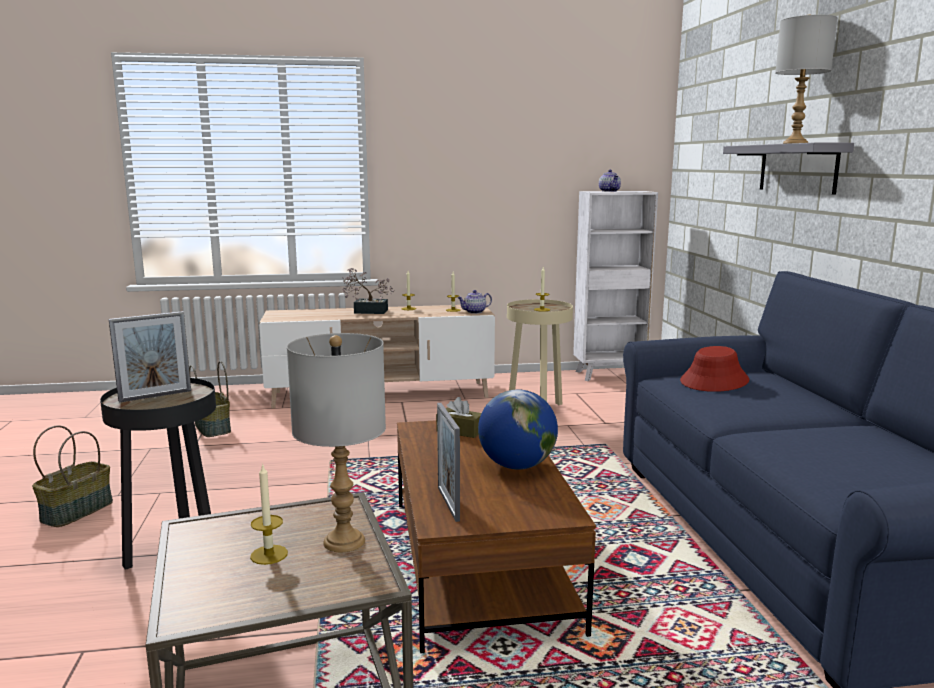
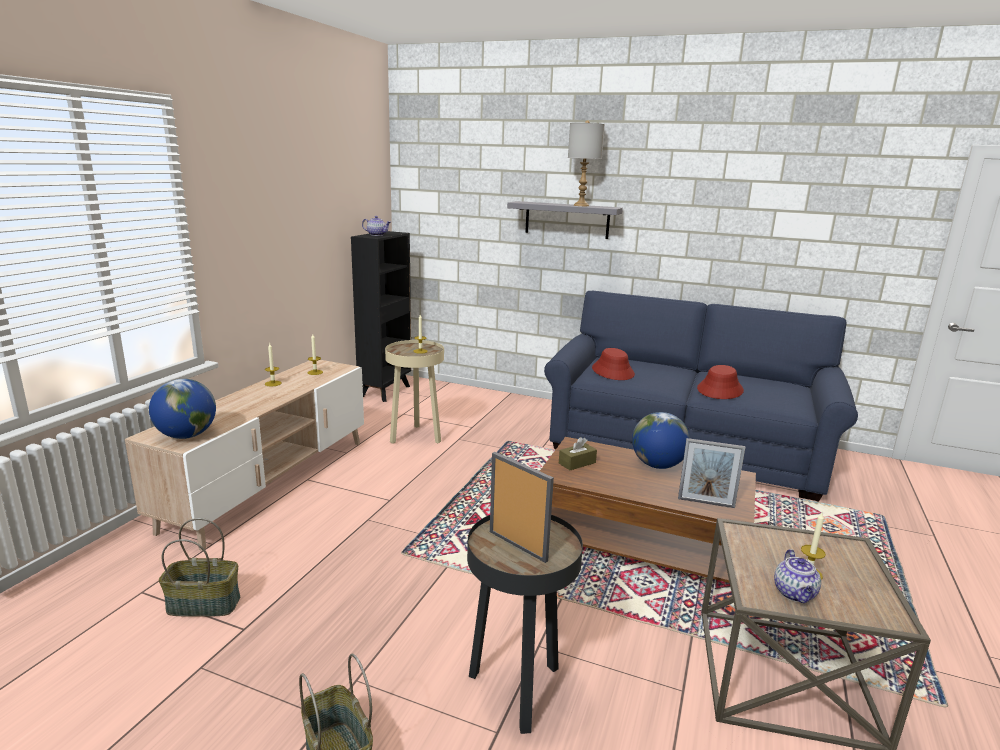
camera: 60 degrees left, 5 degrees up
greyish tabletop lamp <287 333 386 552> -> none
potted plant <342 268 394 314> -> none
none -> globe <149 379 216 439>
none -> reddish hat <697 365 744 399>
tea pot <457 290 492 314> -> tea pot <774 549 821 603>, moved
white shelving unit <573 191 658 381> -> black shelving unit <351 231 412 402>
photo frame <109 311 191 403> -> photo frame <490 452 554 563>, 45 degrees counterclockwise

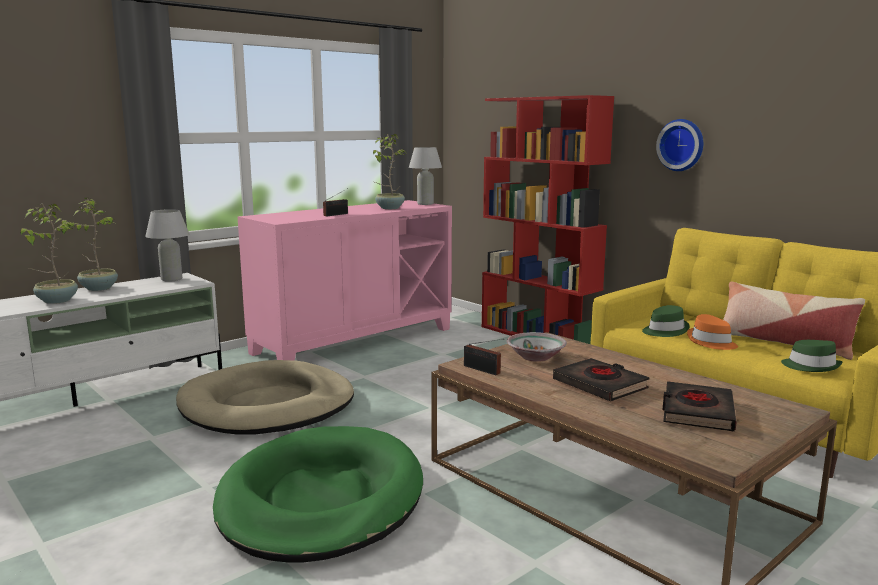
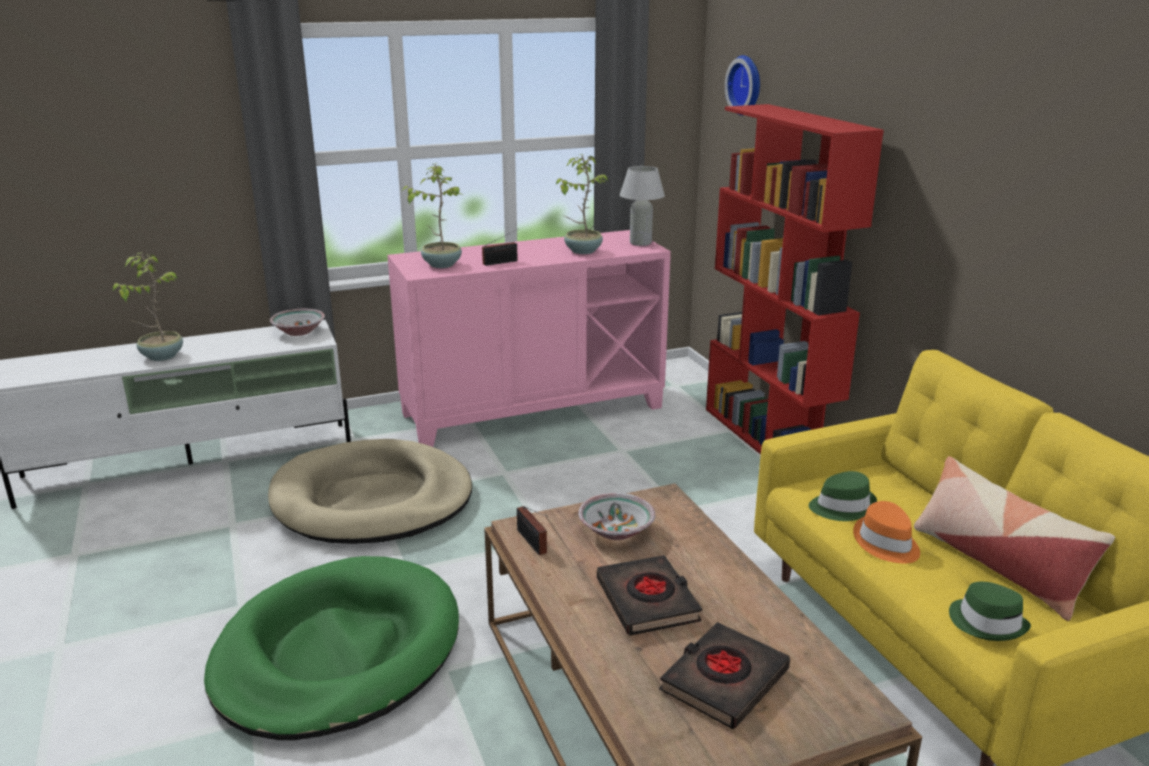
camera: 20 degrees right, 10 degrees up
potted plant <55 198 118 291> -> potted plant <402 163 464 268>, moved
clock on the wall <656 119 703 171> -> clock on the wall <725 55 760 115>, moved
white tabletop lamp <145 209 190 282> -> deep dish <270 309 325 336>

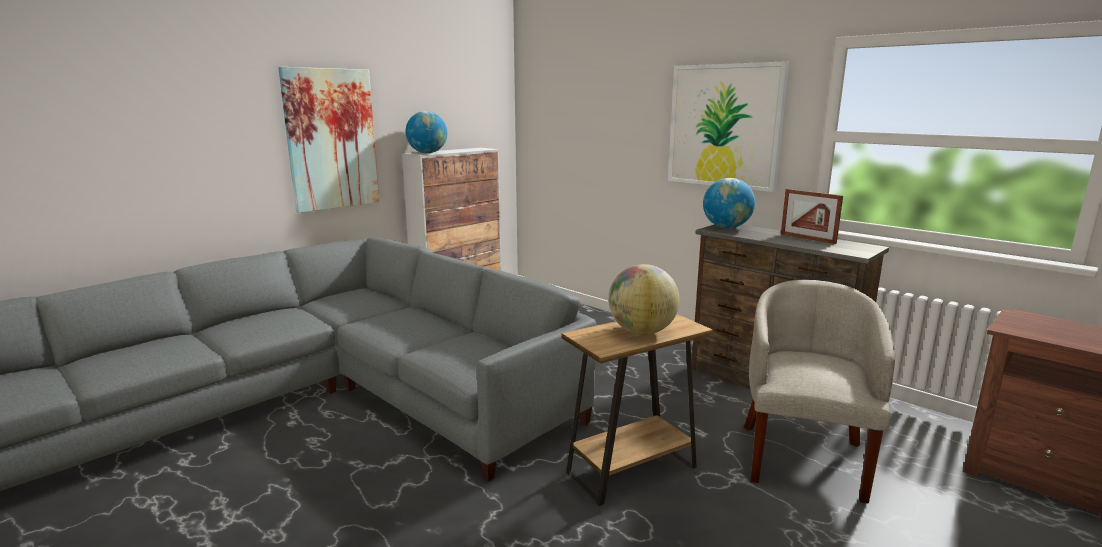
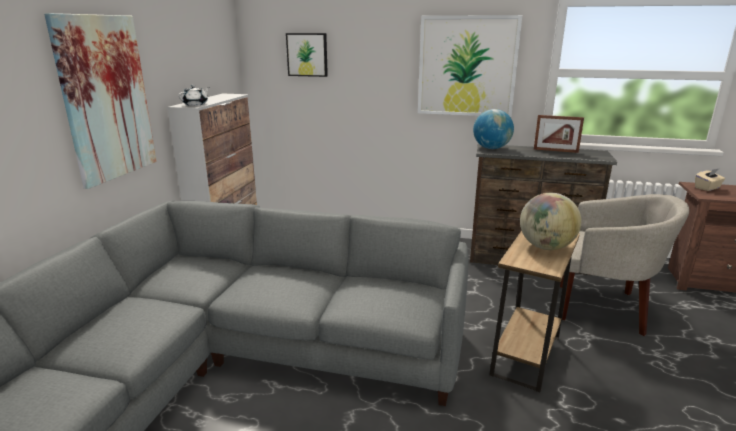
camera: 30 degrees left, 5 degrees up
none -> picture <286 33 328 77>
none -> beige-coloured tissue holder <695 169 725 191>
globe <406 111 447 153> -> white tea pot <178 85 210 106>
beige-coloured easy chair <744 280 895 504> -> beige-coloured easy chair <560 194 689 336>, 120 degrees clockwise

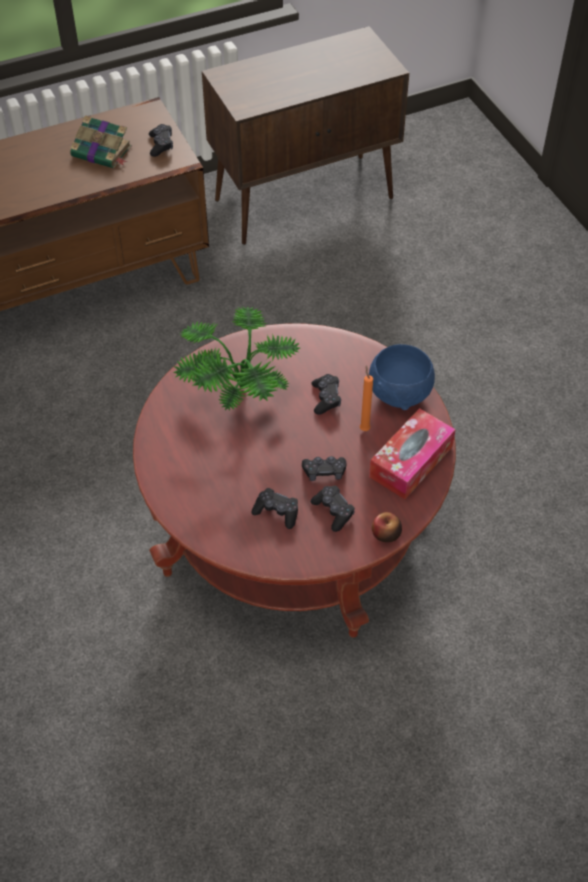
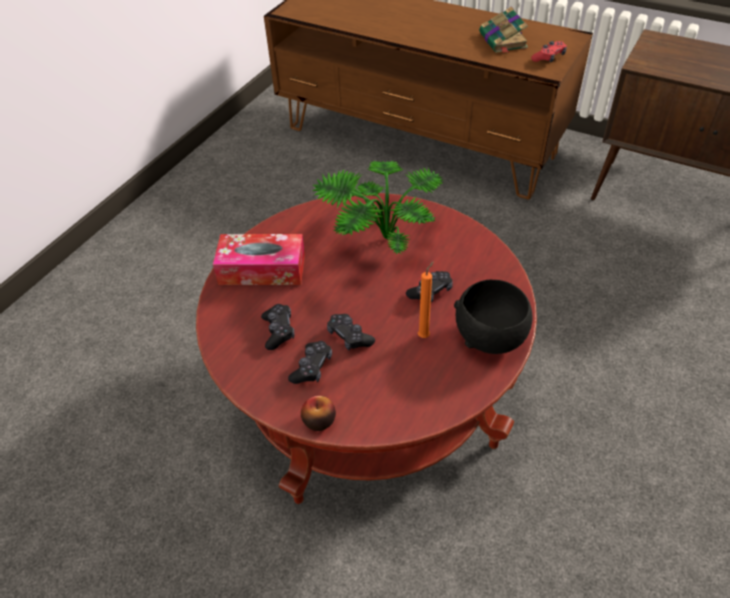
camera: 55 degrees right, 5 degrees down
tissue holder <369 408 456 499> -> tissue holder <213 234 305 285>, moved
black gamepad <149 124 173 157> -> reddish gamepad <531 41 567 62>
blue-coloured deep dish <369 344 435 410> -> black deep dish <454 280 533 354>

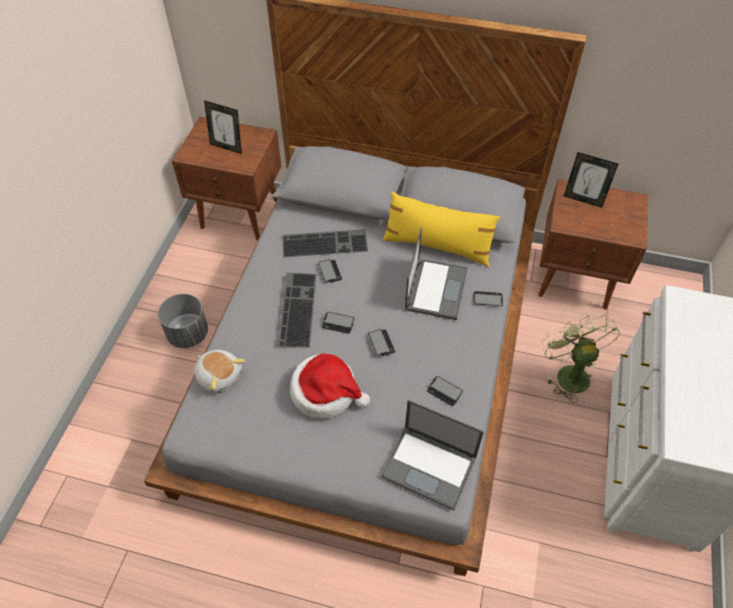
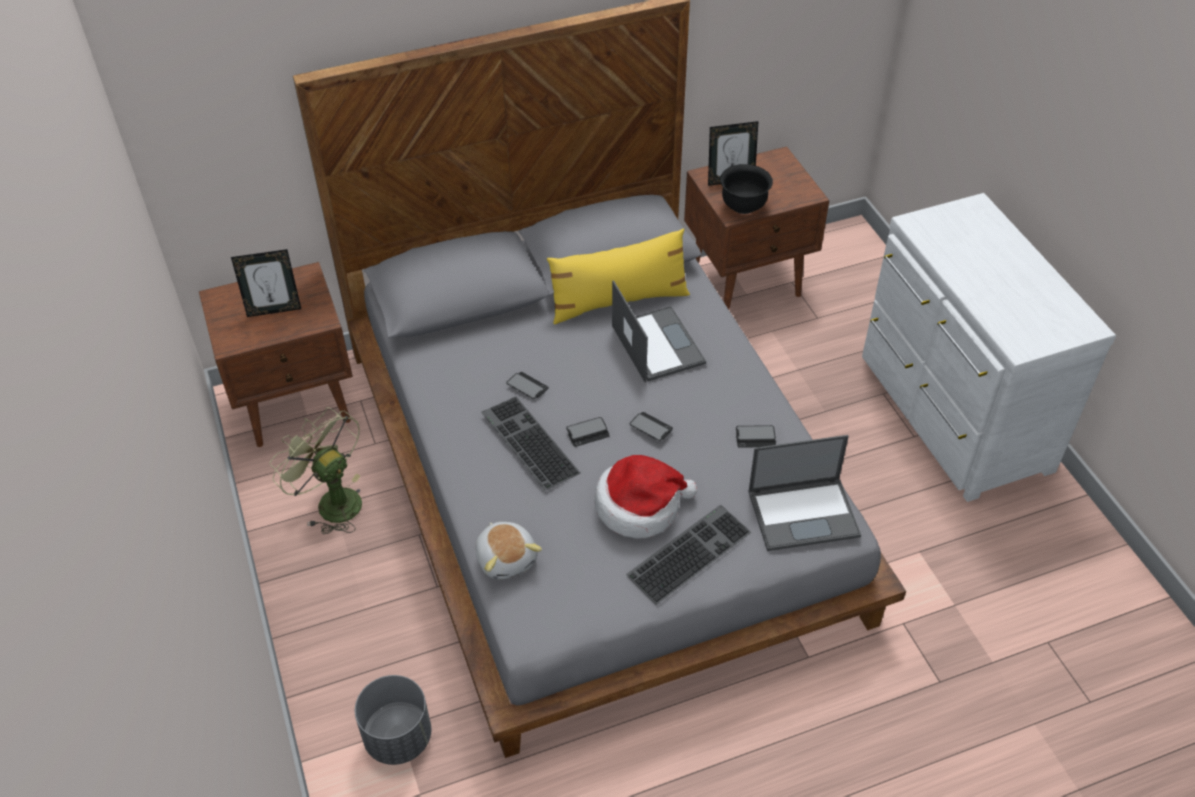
camera: 35 degrees left, 5 degrees down
telephone <474 291 503 306> -> none
none -> black deep dish <720 164 773 214>
greyish plant pot <158 294 208 348> -> greyish plant pot <355 675 431 765>, moved
keyboard <282 229 368 257> -> keyboard <626 504 751 605>, moved
greenish electric fan <542 315 620 403> -> greenish electric fan <269 407 362 534>, moved
soft toy <194 350 245 393> -> soft toy <476 522 542 580>, 60 degrees clockwise

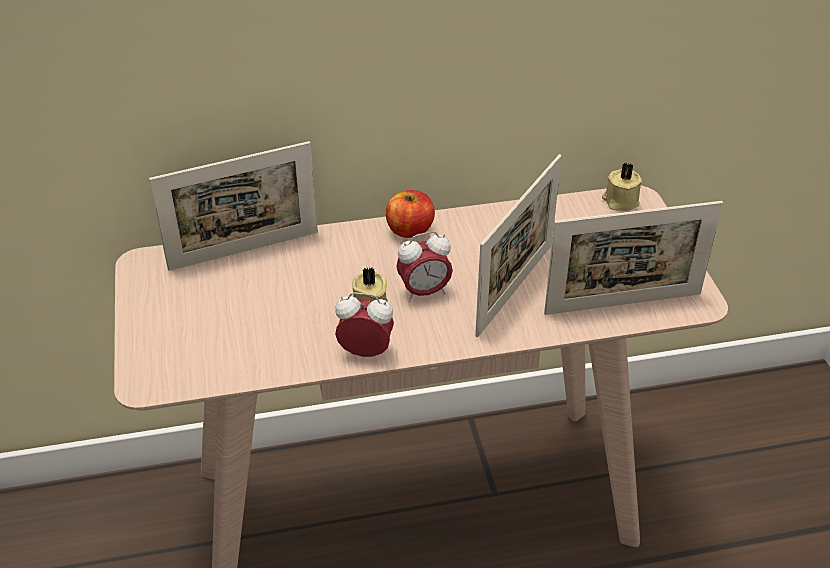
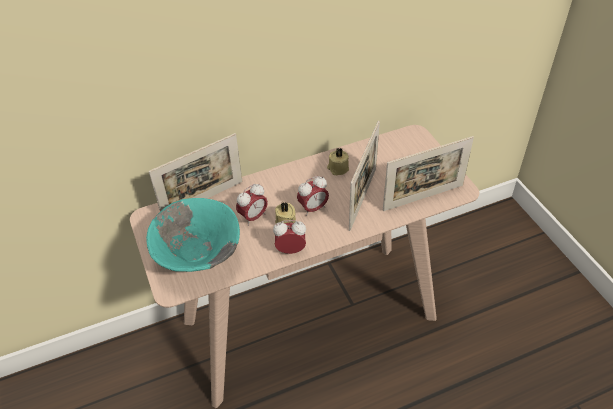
camera: 10 degrees left, 5 degrees up
apple <386 190 435 238> -> none
none -> turquoise deep dish <146 198 240 272>
none -> bedside clock <236 184 268 226>
beige-coloured wax light <602 162 642 211> -> beige-coloured wax light <327 148 349 175>, moved

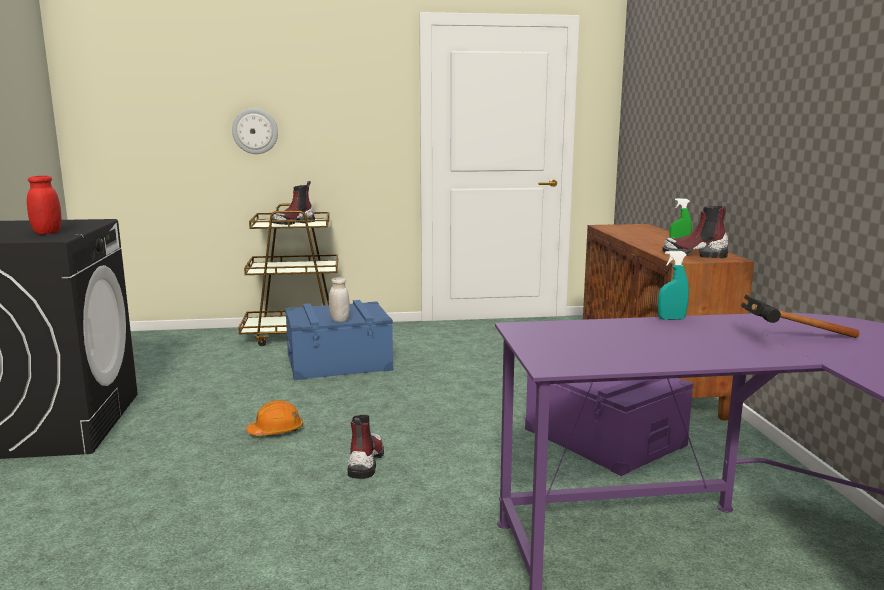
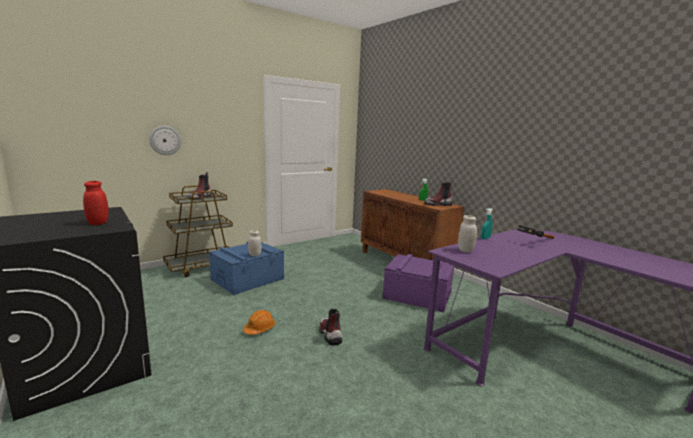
camera: 30 degrees left, 0 degrees up
none -> white preserve jar <458 215 477 252>

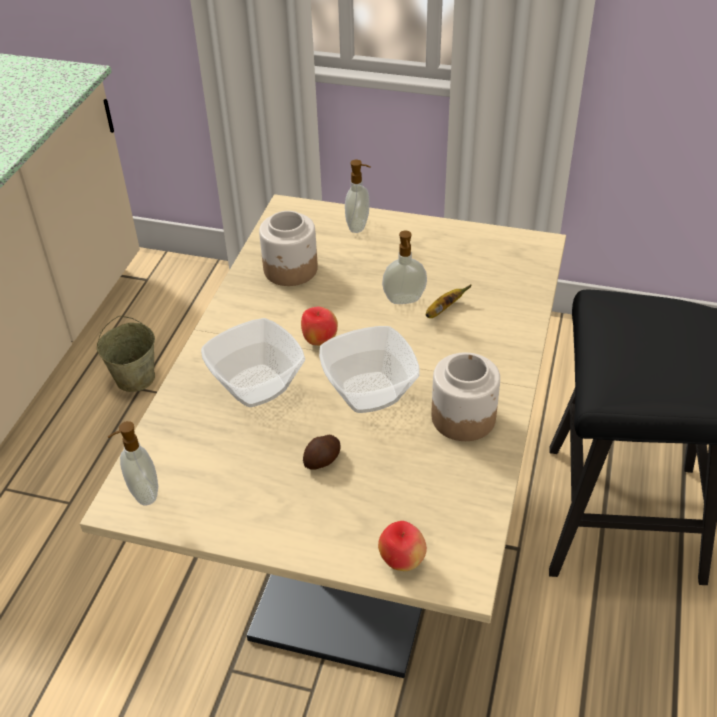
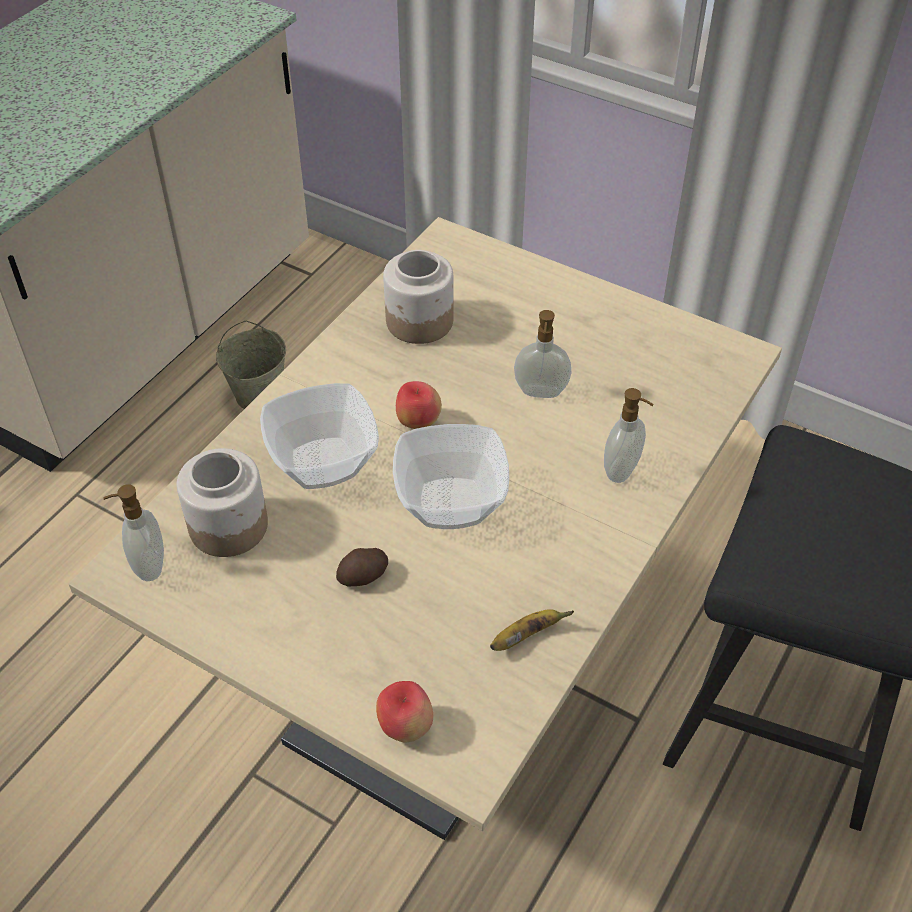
camera: 15 degrees right, 5 degrees up
soap dispenser <345 160 371 233> -> soap dispenser <604 388 653 483>, moved
whole banana <426 285 471 318> -> whole banana <490 609 574 651>, moved
preserve jar <431 353 500 441> -> preserve jar <177 448 268 557>, moved

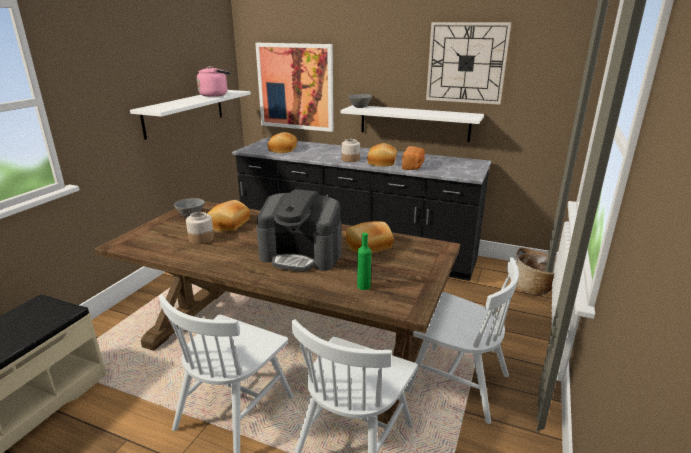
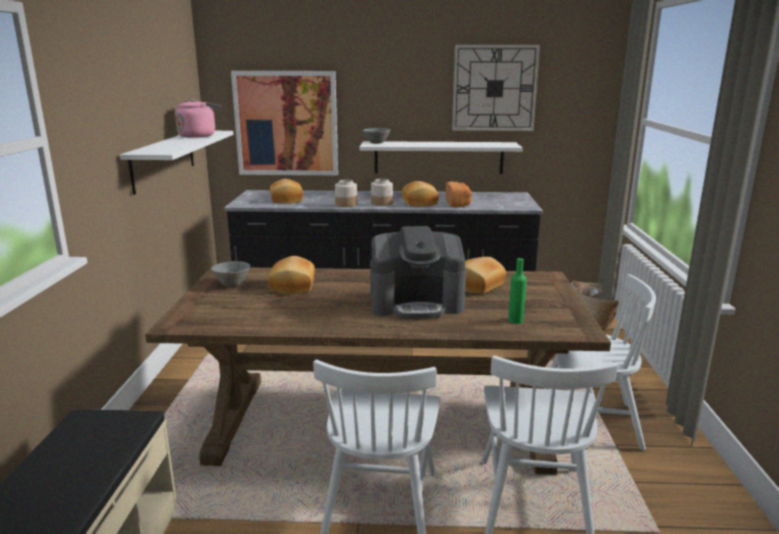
camera: 20 degrees left, 5 degrees down
preserve jar <186 212 214 244> -> preserve jar <335 180 357 207>, moved

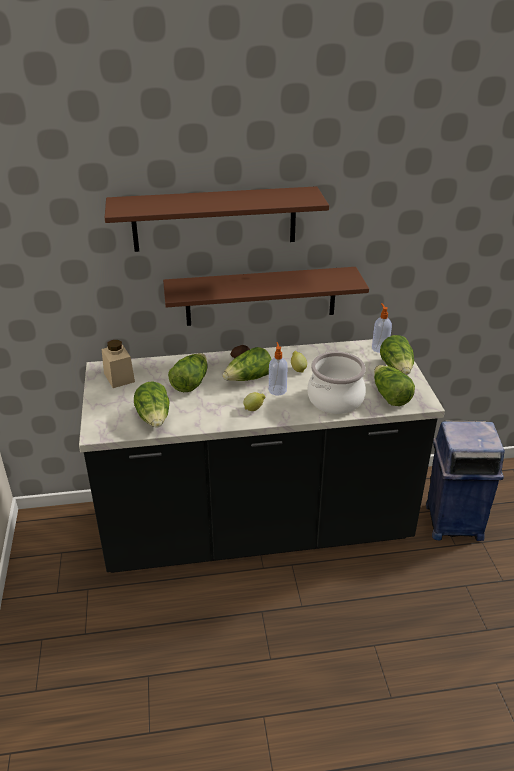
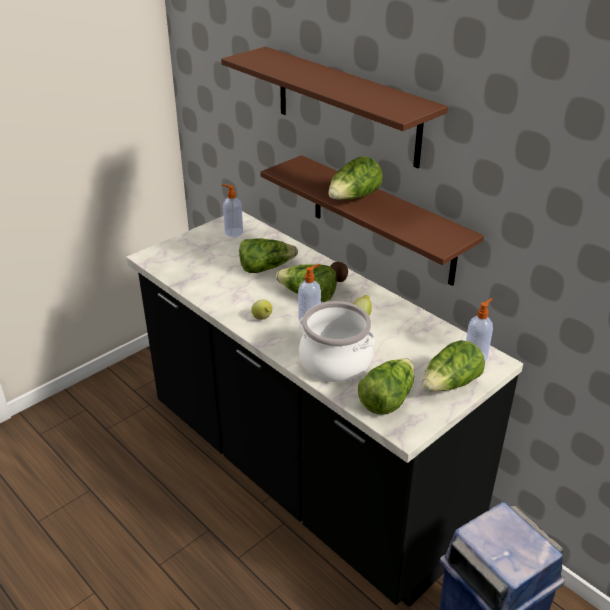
camera: 55 degrees right, 0 degrees up
lettuce <134 381 170 428> -> lettuce <328 156 383 200>, moved
beige-coloured preserve jar <101 340 135 388> -> soap dispenser <221 184 243 237>

